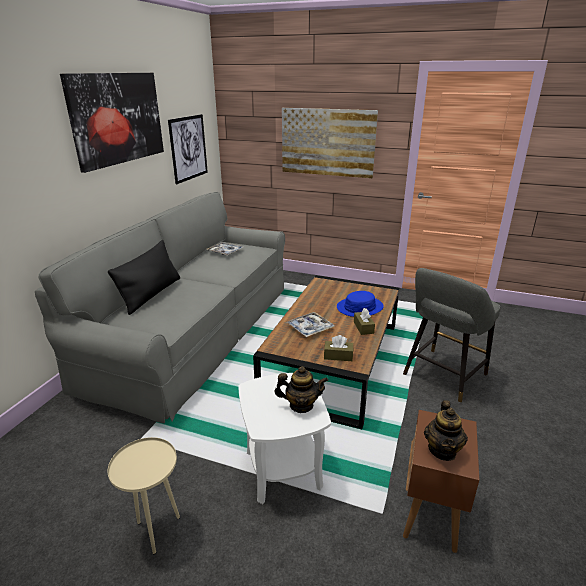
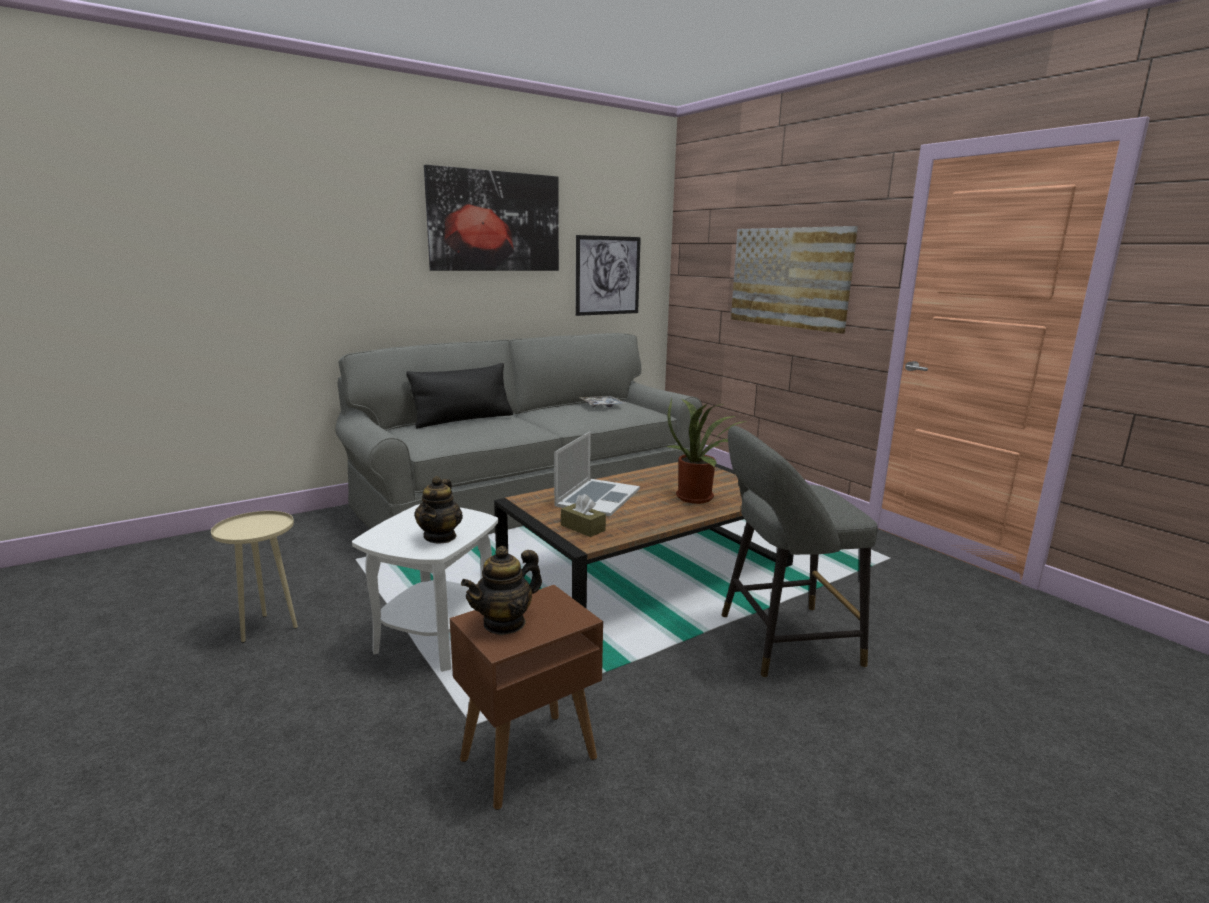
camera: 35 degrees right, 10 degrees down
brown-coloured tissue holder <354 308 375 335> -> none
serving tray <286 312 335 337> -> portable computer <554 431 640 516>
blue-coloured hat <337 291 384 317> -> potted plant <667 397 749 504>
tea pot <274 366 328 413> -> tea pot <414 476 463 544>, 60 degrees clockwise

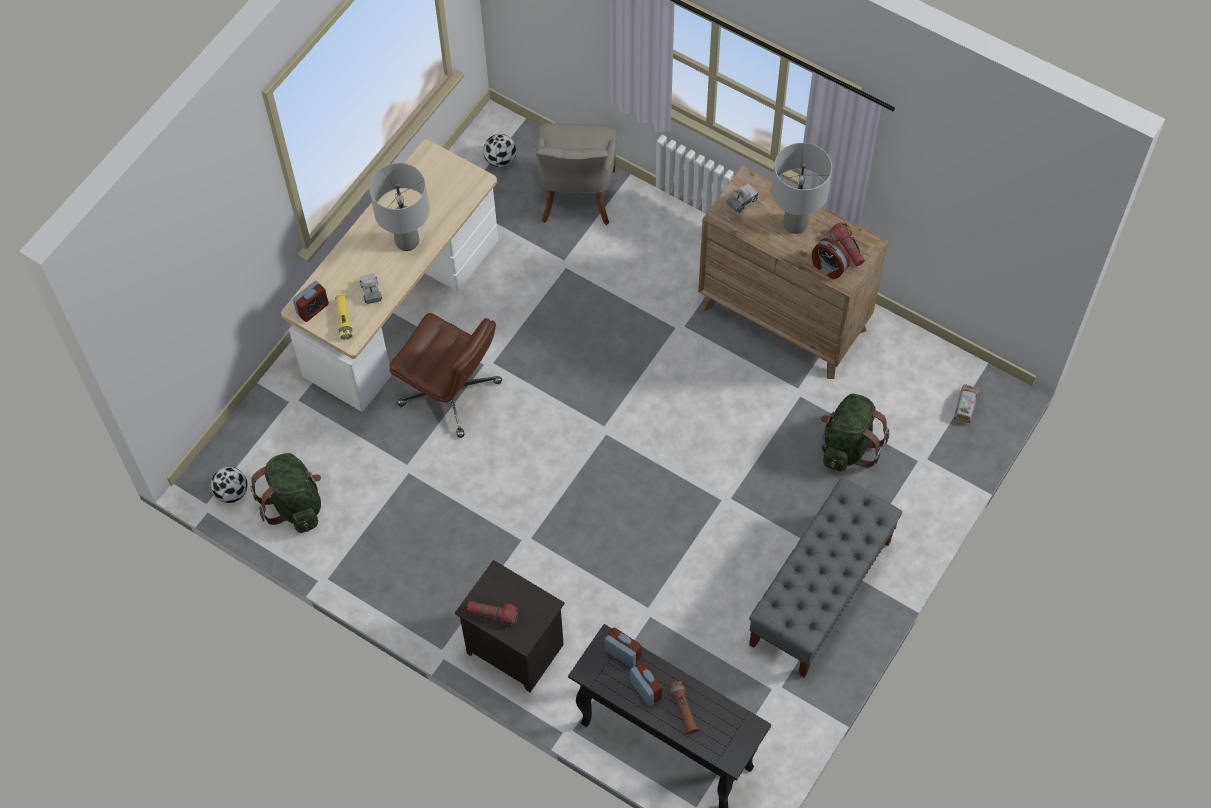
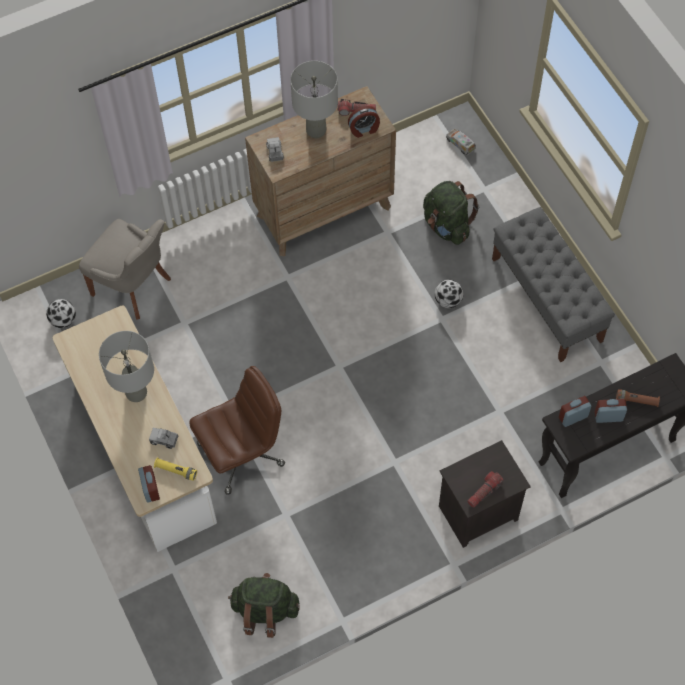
camera: 60 degrees left, 0 degrees up
football ball <211 467 247 503> -> football ball <435 279 464 308>, moved

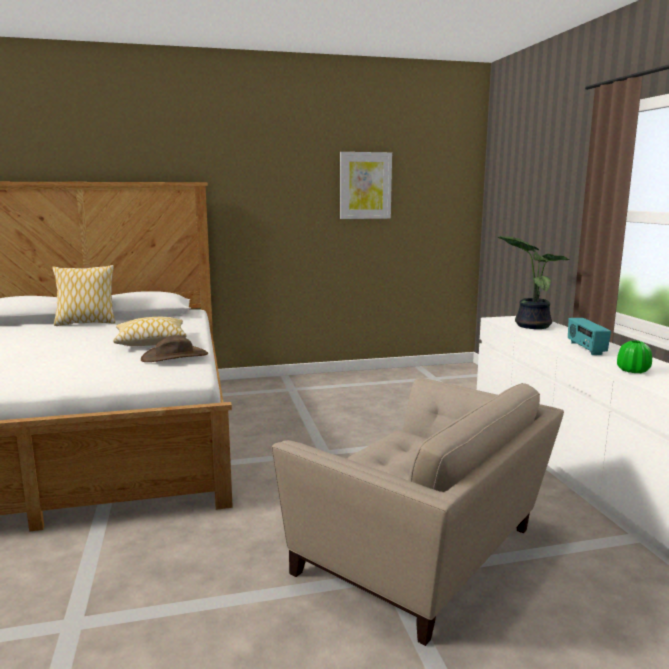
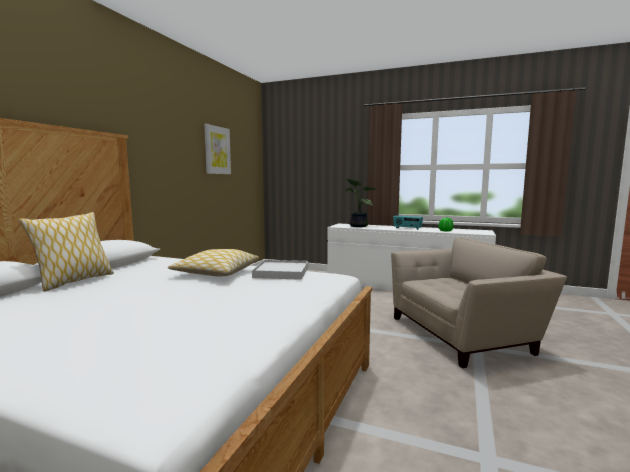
camera: 55 degrees left, 5 degrees down
brown-coloured hat <141 335 208 362> -> white serving tray <252 260 308 280>

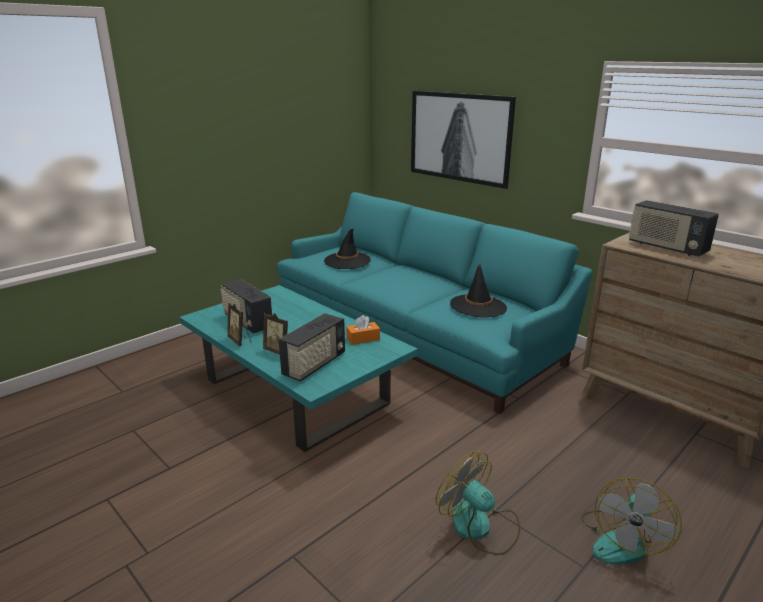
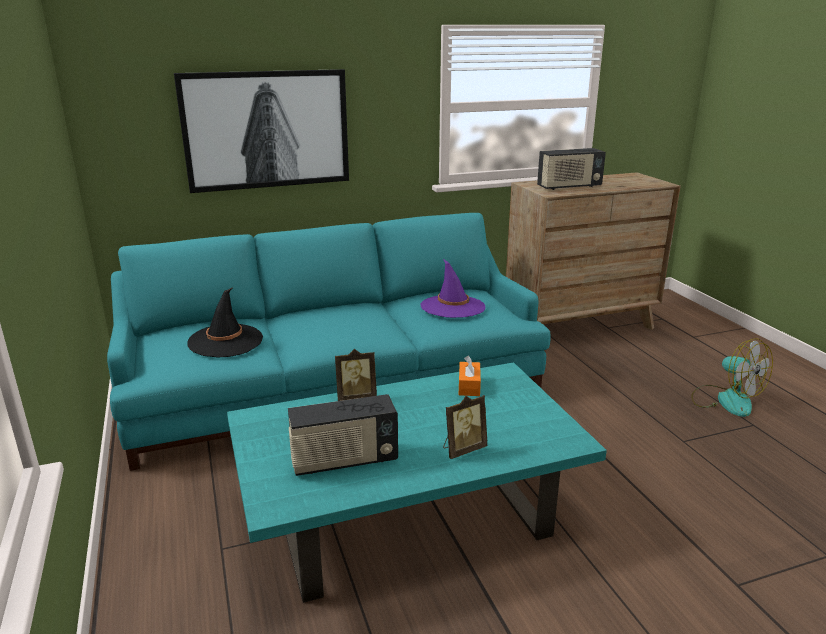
camera: 65 degrees left, 0 degrees up
radio <279 313 345 381> -> none
electric fan <435 451 520 555> -> none
photo frame <227 303 251 347> -> photo frame <335 349 377 401>, moved
black hat <450 263 507 317> -> purplish hat <420 259 485 318>

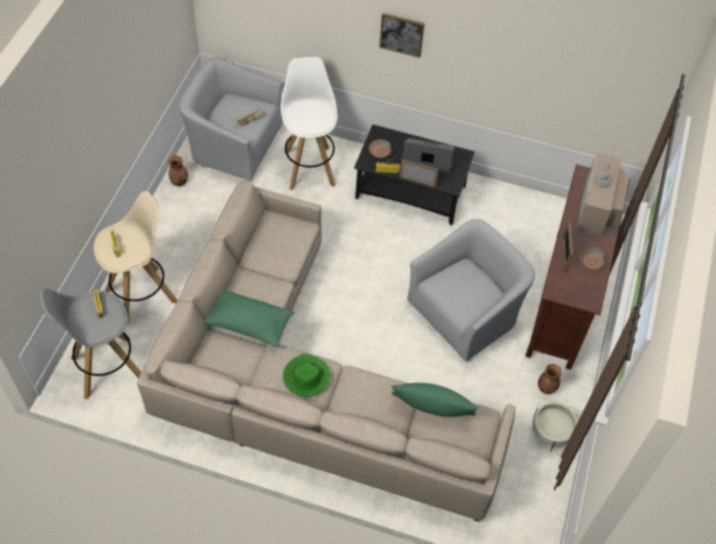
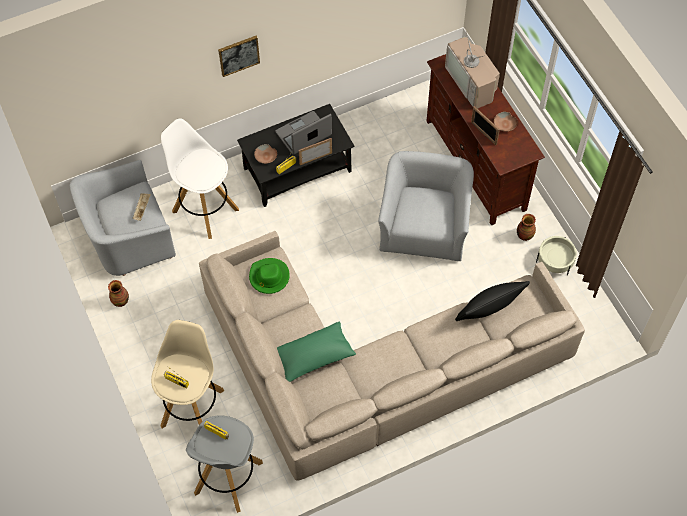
camera: 40 degrees left, 5 degrees up
greenish hat <283 354 330 397> -> greenish hat <249 258 290 294>, moved
greenish pillow <392 383 478 417> -> black pillow <455 281 530 321>

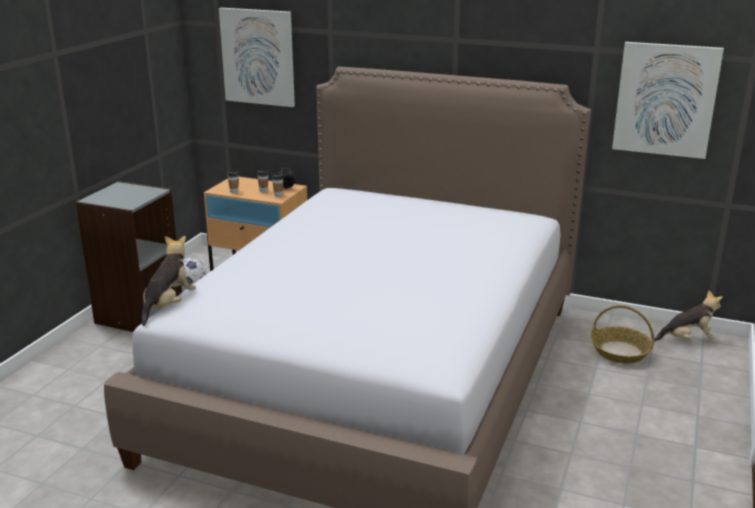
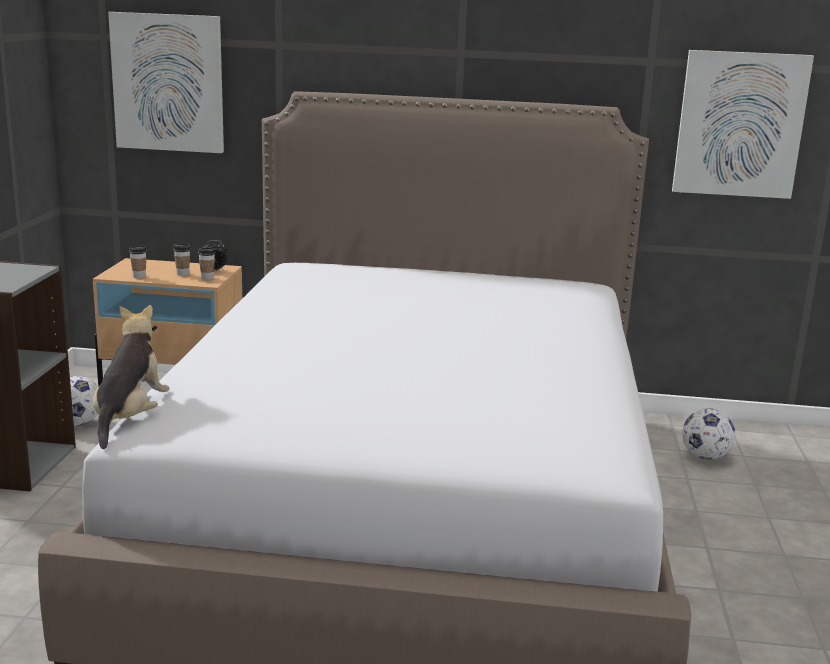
camera: 15 degrees left, 5 degrees down
soft toy <654 290 723 342> -> none
storage basket <591 305 654 363> -> football ball <682 408 735 460>

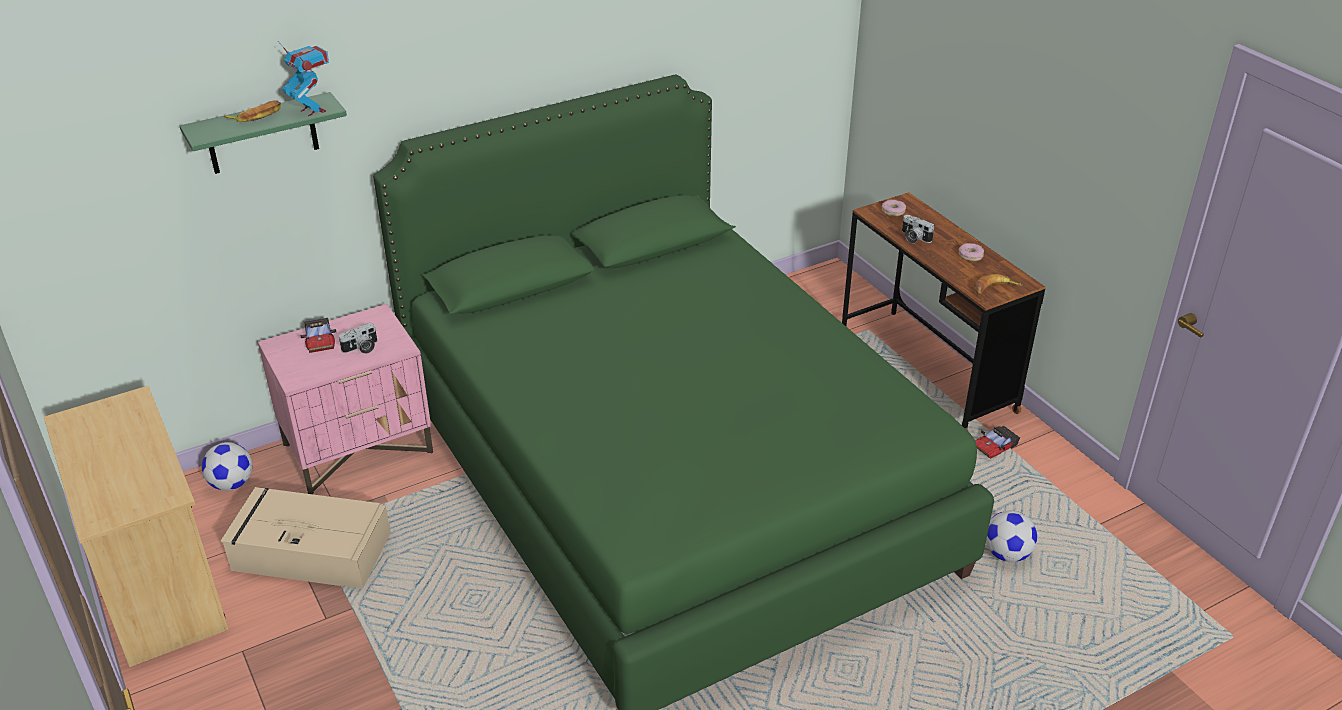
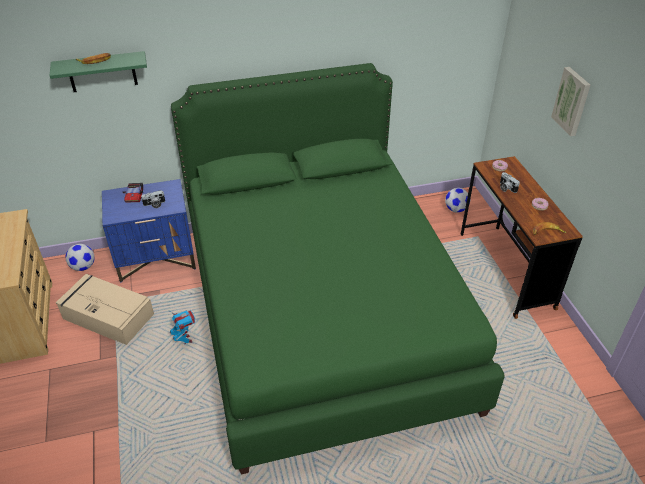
camera: 15 degrees right, 5 degrees up
toy car <975 426 1020 459> -> none
none -> picture <551 67 590 136>
toy robot <278 41 329 116> -> toy robot <170 310 195 344>, moved
football ball <986 510 1037 562> -> football ball <445 188 470 213>, moved
pinkish night table <258 304 433 494> -> blue-coloured night table <102 179 196 282>

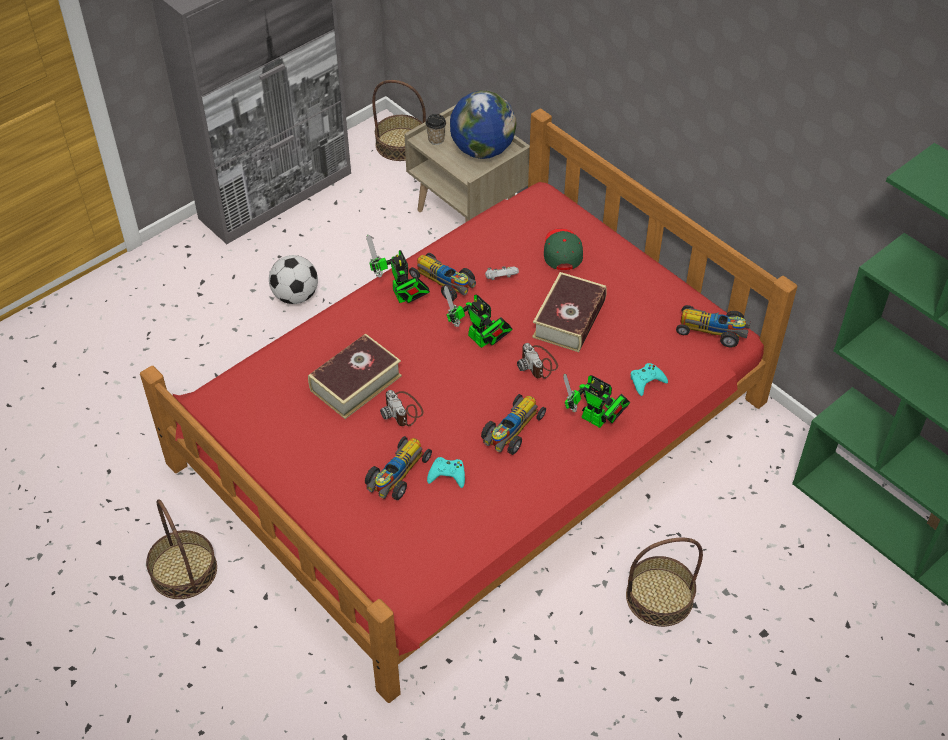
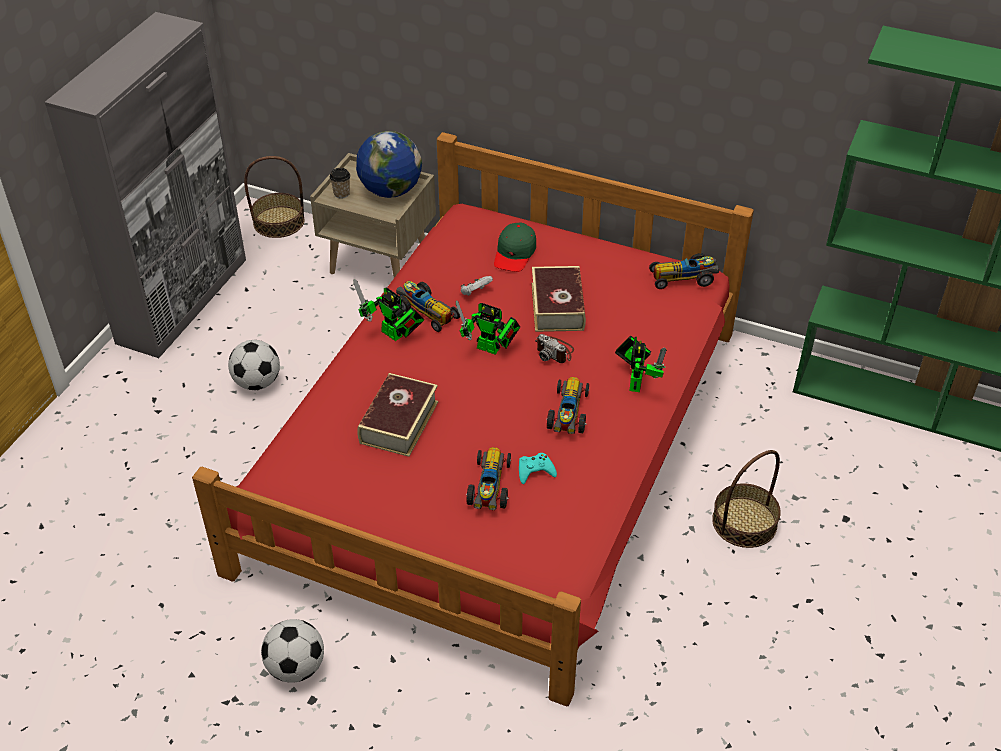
camera: 25 degrees left, 5 degrees down
photo camera <380 390 424 426> -> none
turquoise gamepad <631 363 668 396> -> none
storage basket <146 499 217 599> -> football ball <261 619 324 683>
toy car <409 253 476 301> -> toy car <396 281 460 332>, 150 degrees counterclockwise
greenish cap <544 229 583 270> -> greenish cap <494 223 536 272>, 135 degrees counterclockwise
toy robot <563 374 630 428> -> toy robot <615 336 667 392>, 90 degrees counterclockwise

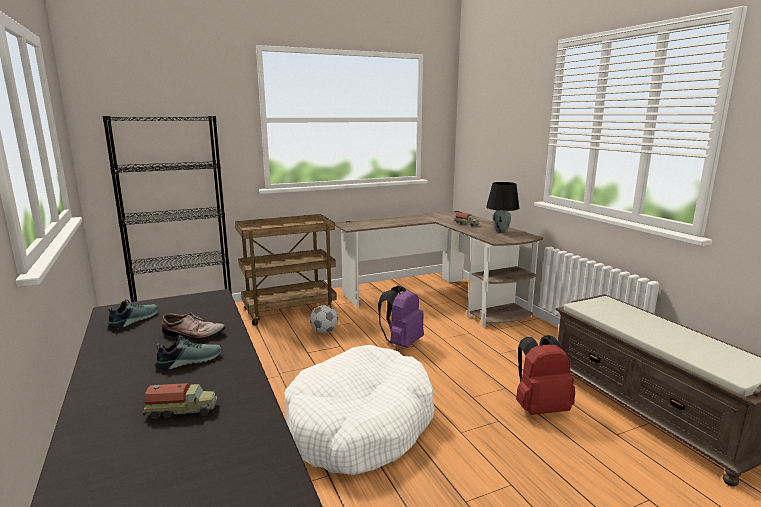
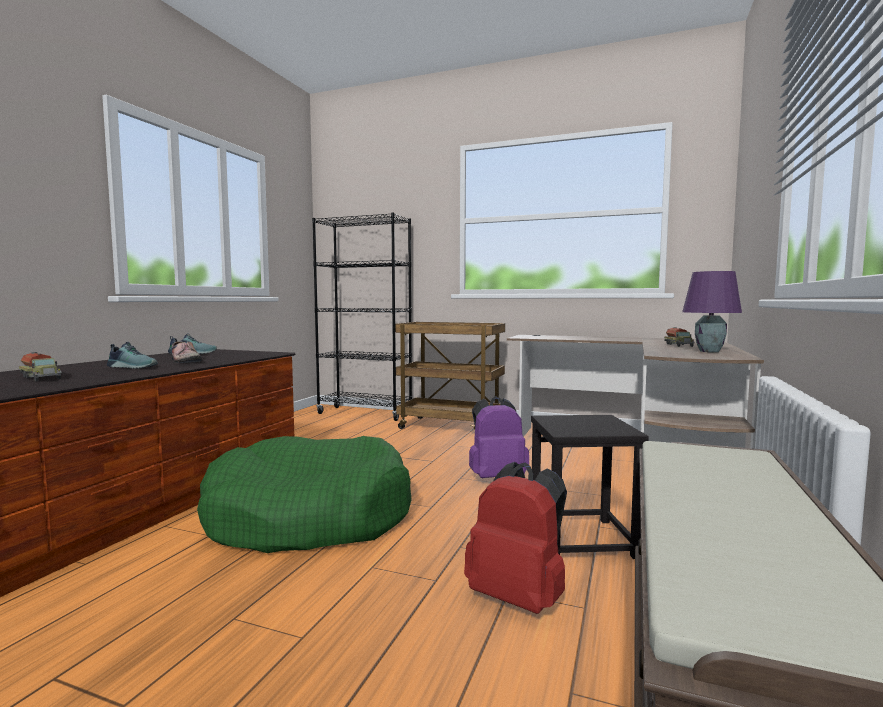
camera: 45 degrees right, 10 degrees down
football ball <310 305 338 333> -> none
none -> black stool seat <531 415 649 559>
white pet bed <284 345 435 475> -> greenish pet bed <197 436 412 553>
black tabletop lamp <486 182 519 232> -> purplish tabletop lamp <682 271 742 352>

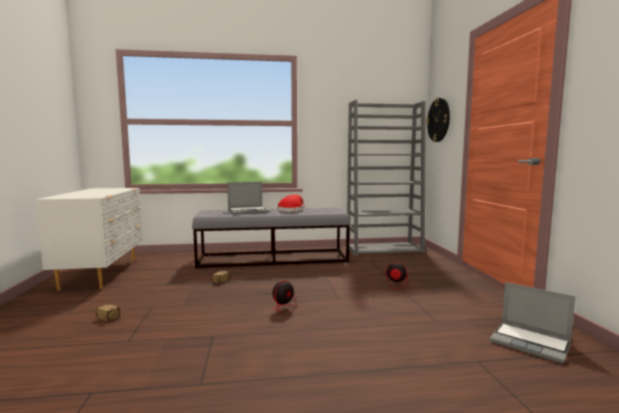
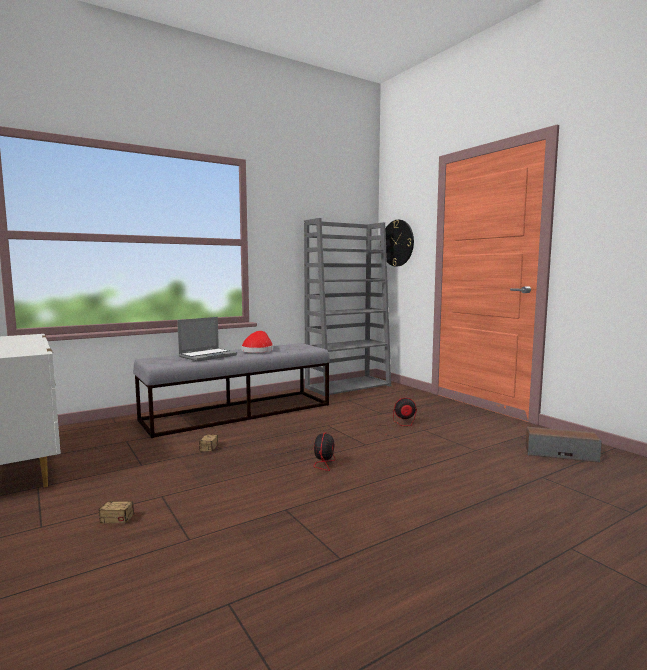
camera: 25 degrees left, 0 degrees up
portable computer <490 282 576 363> -> speaker <526 427 602 462>

